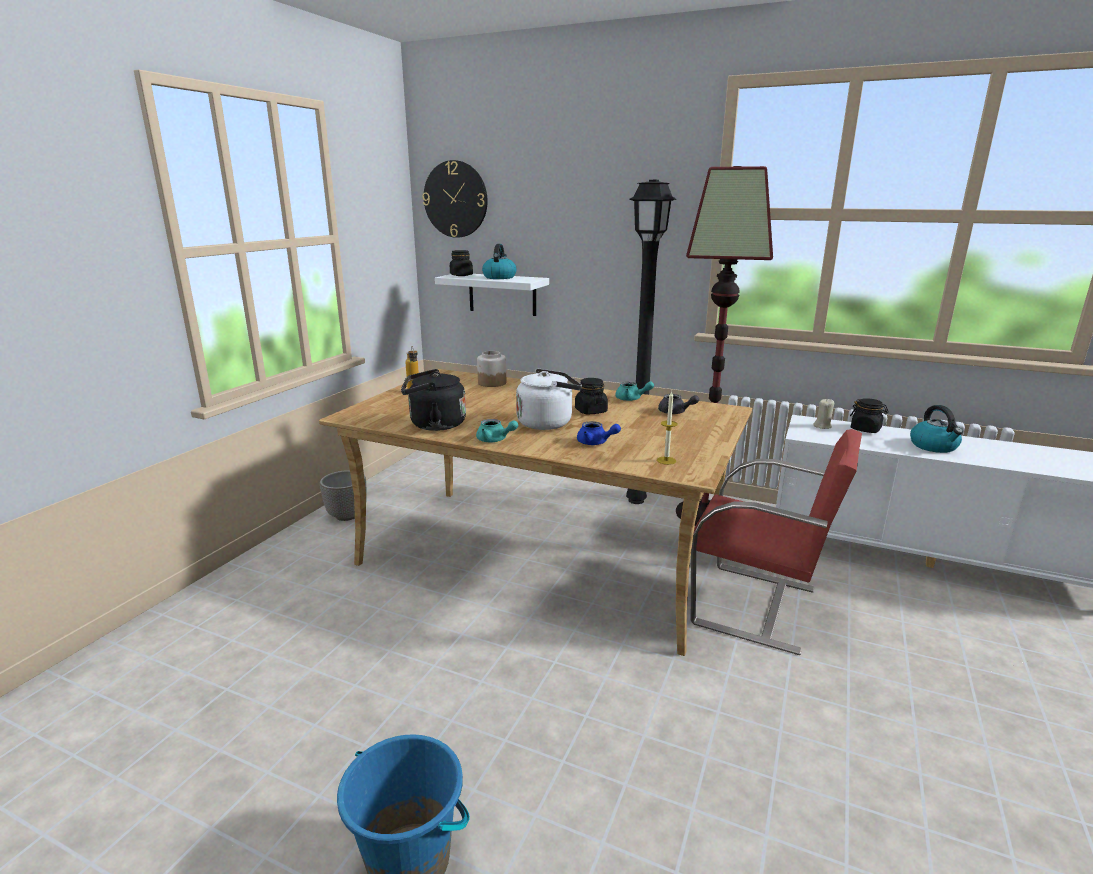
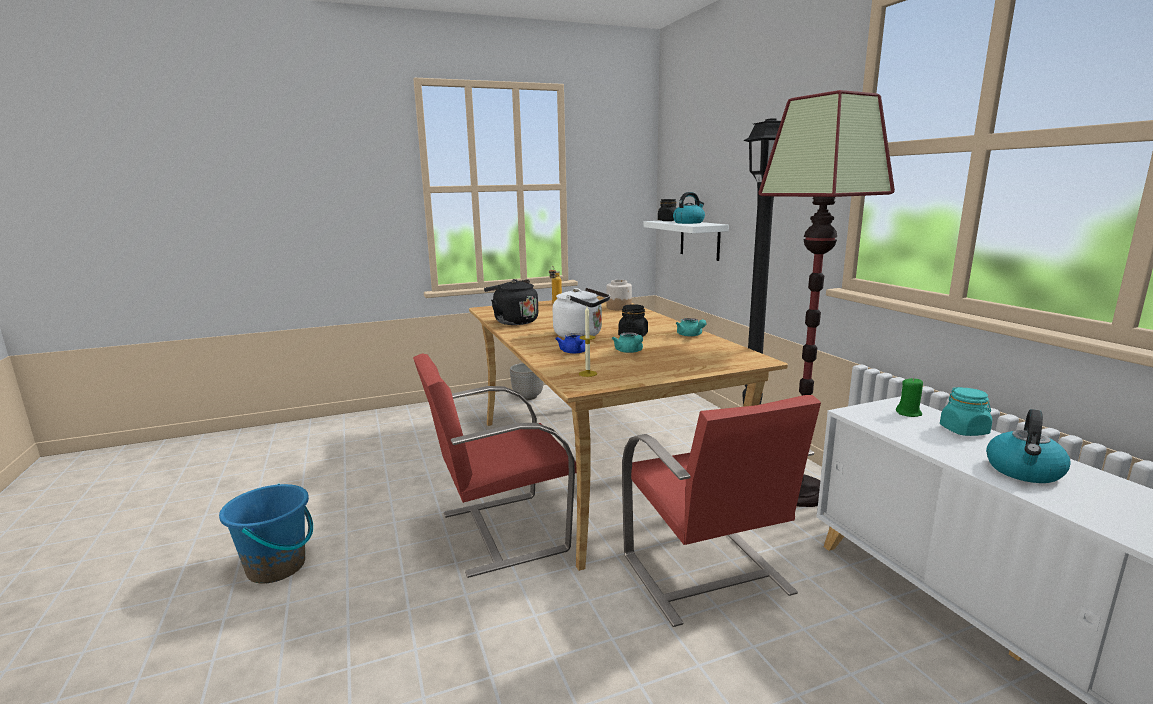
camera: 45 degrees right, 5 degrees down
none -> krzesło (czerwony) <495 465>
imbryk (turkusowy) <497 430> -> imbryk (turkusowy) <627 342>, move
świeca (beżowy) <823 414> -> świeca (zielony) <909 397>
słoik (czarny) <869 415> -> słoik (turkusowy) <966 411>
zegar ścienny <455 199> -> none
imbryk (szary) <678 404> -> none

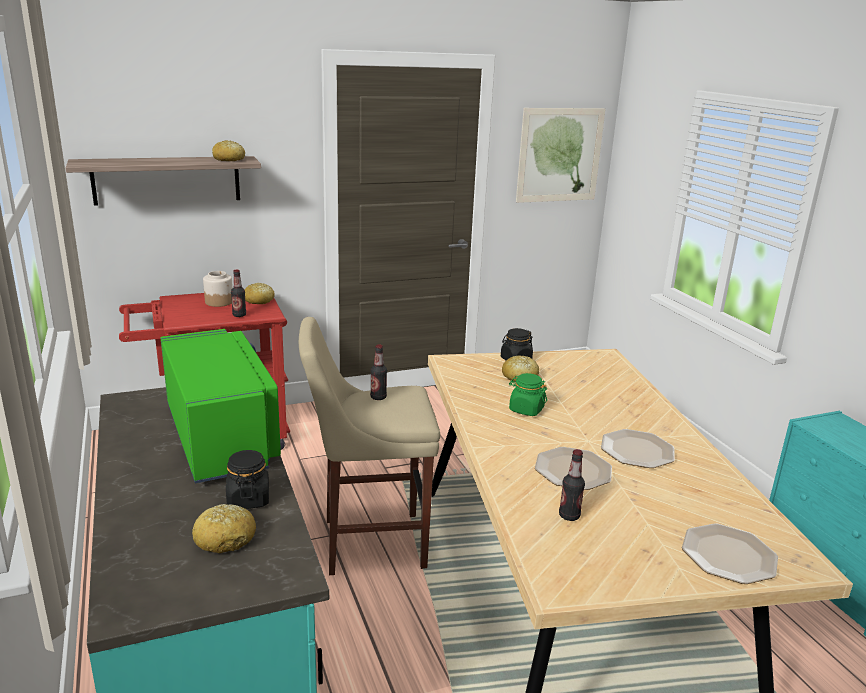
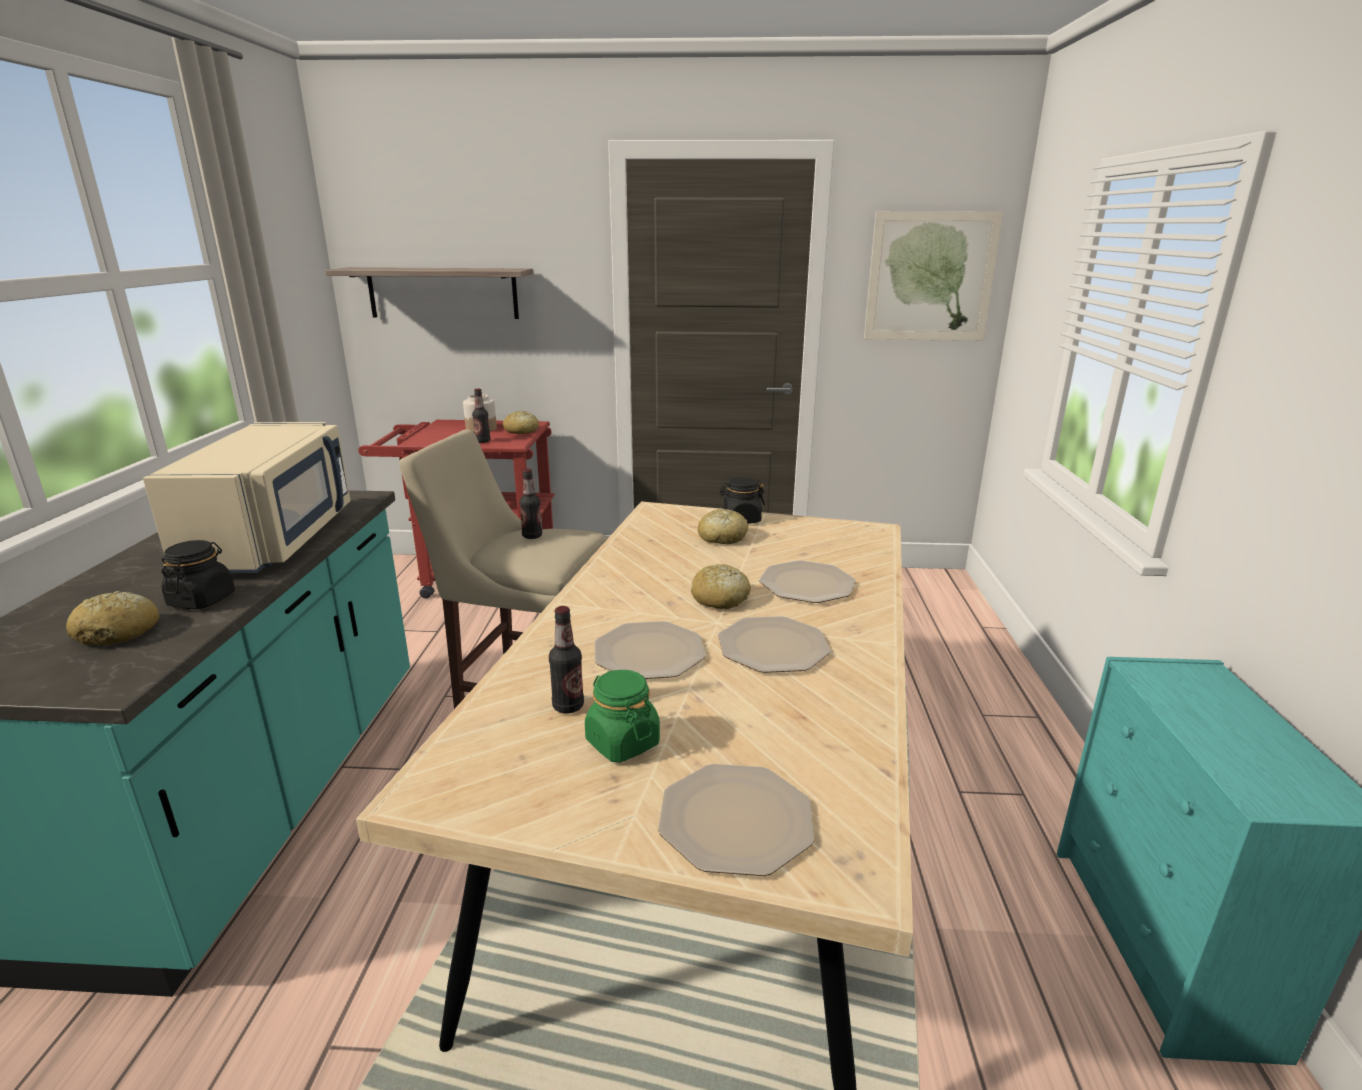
camera: 25 degrees right, 0 degrees up
mikrofalówka (zielony) <220 406> -> mikrofalówka (beżowy) <247 497>
słoik (zielony) <528 394> -> słoik (zielony) <622 716>, move
chleb <228 150> -> chleb <721 586>, move
none -> talerz <807 581>

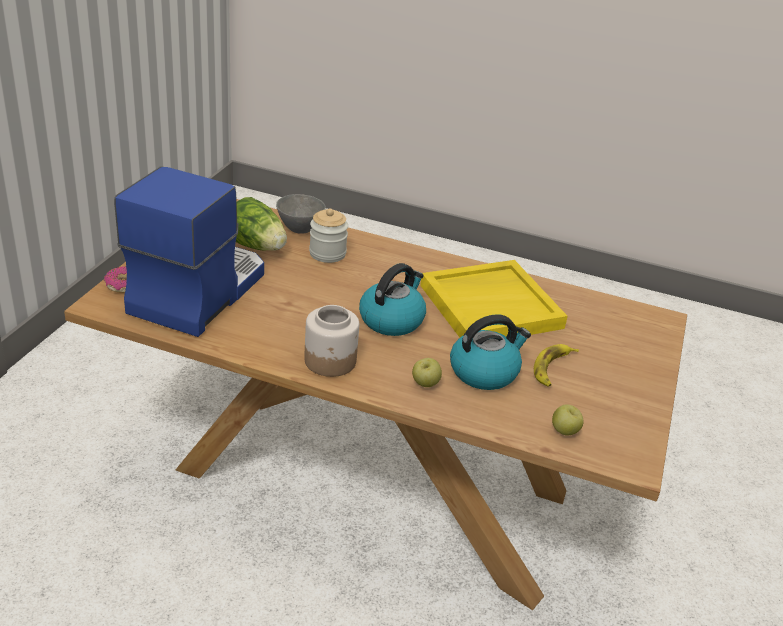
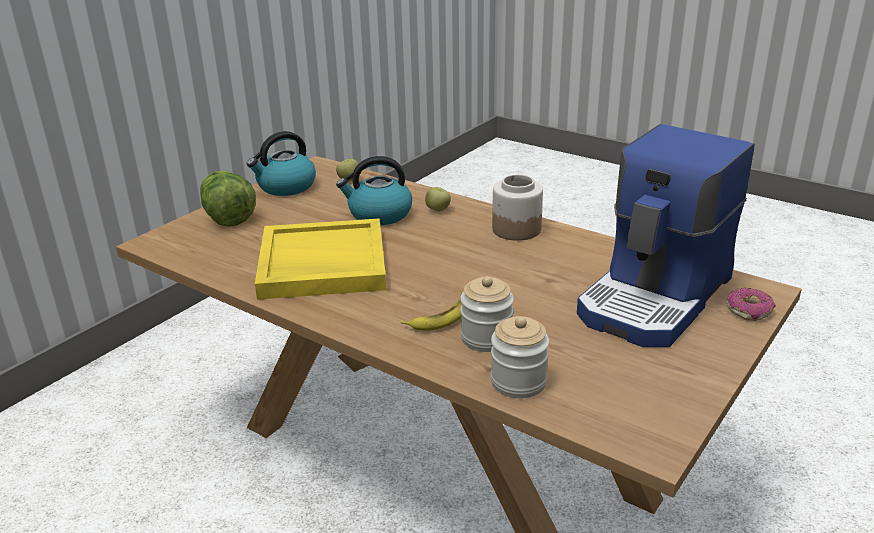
camera: 160 degrees left, 5 degrees down
sałata <261 224> -> sałata <228 199>, move
czajnik <392 299> -> czajnik <281 163>, move
banan <556 365> -> banan <432 310>, move
miska (szary) <301 214> -> słoik <520 357>

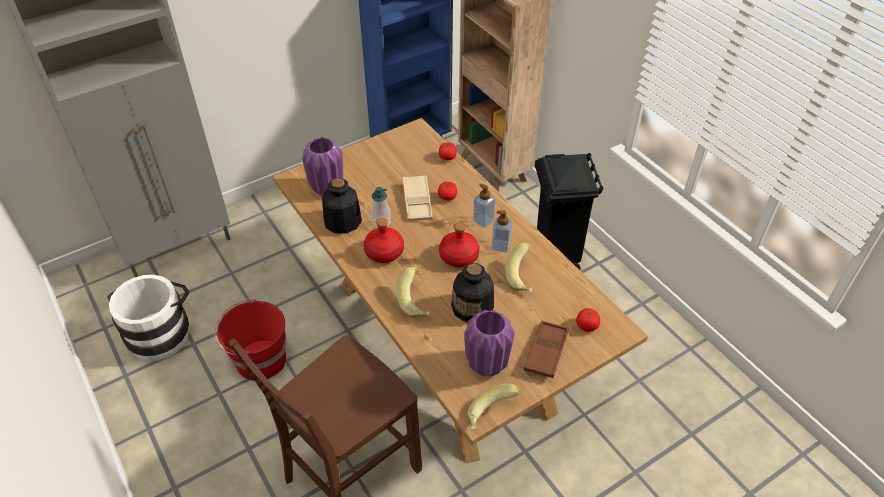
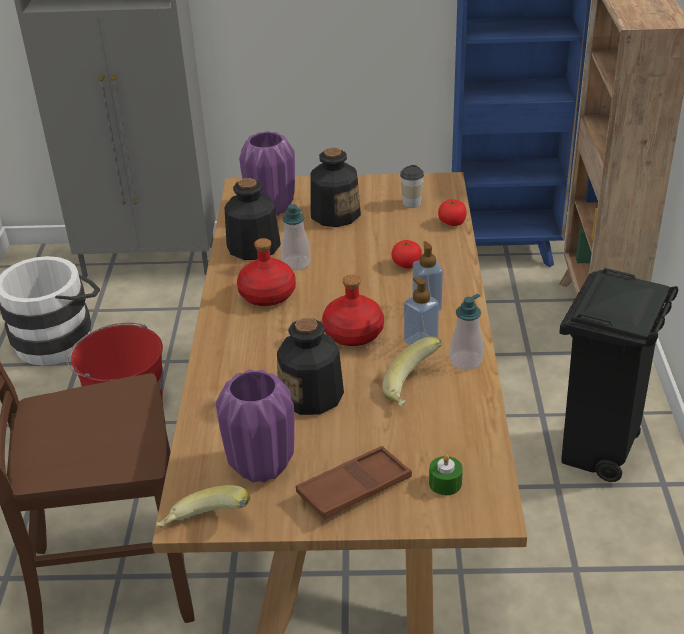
camera: 35 degrees right, 10 degrees down
none -> butelka <335 187>
none -> filiżanka <412 186>
pomidor <588 320> -> świeca (zielony) <446 474>
none -> dozownik mydła <466 332>
banan <413 291> -> none
taca (beżowy) <417 198> -> none

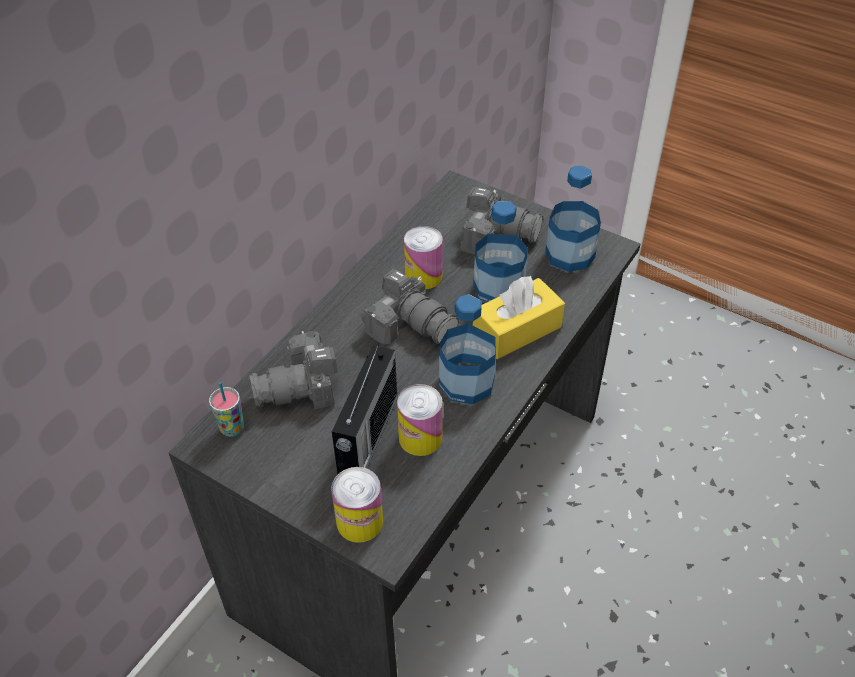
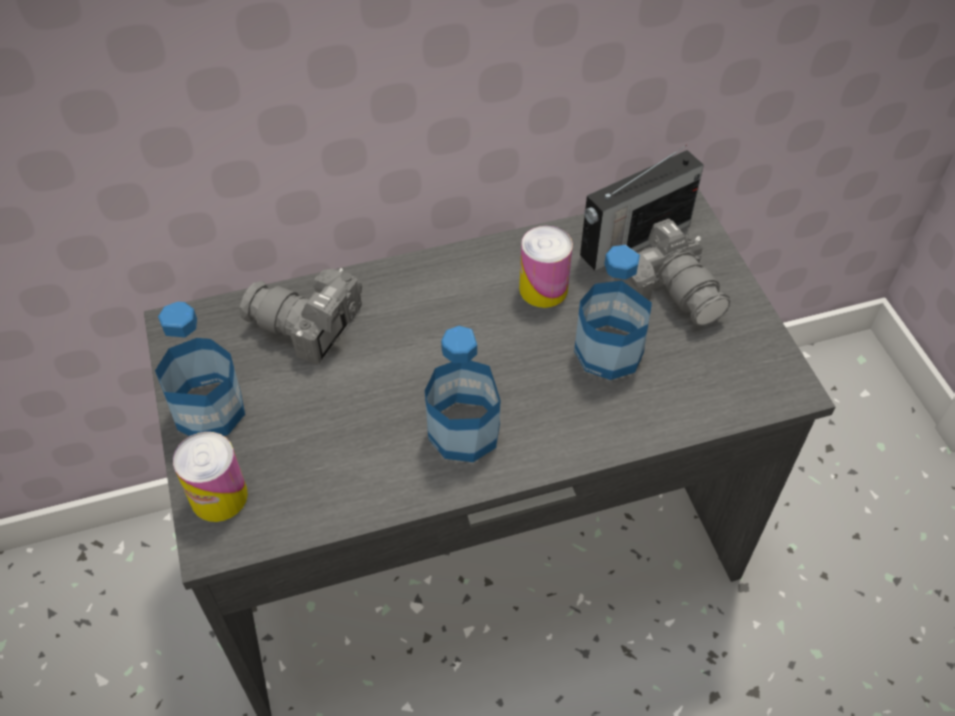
camera: 40 degrees right, 5 degrees up
butelka <573 219> -> butelka <200 369>, move
radio <364 409> -> radio <642 208>, move
filiżanka <226 409> -> none
aparat fotograficzny <410 306> -> none
puszka <420 420> -> none
pudełko chusteczek (żółty) <519 317> -> none

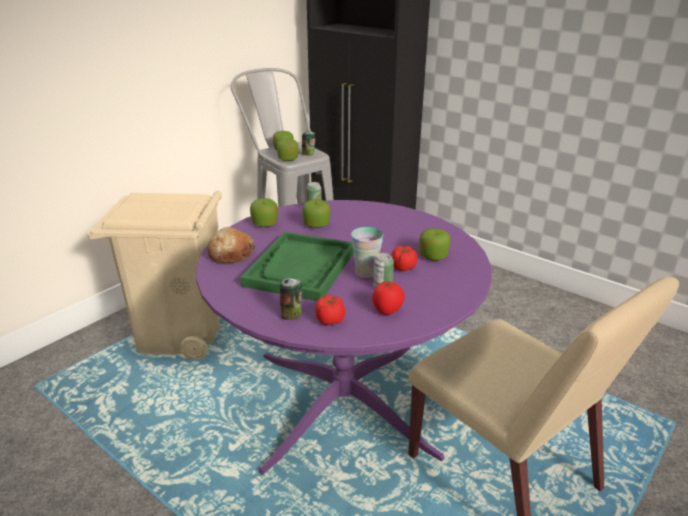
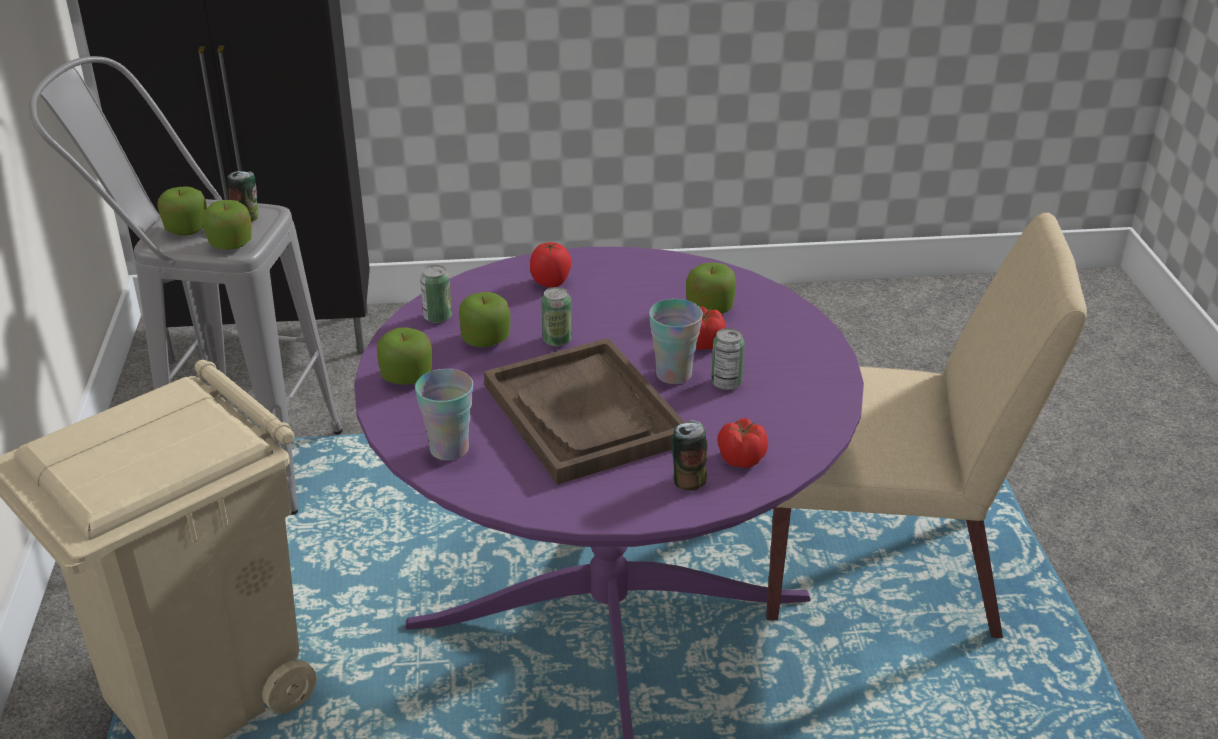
camera: 45 degrees left, 5 degrees up
chleb <231 245> -> filiżanka <444 415>
taca (zielony) <297 266> -> taca (brązowy) <584 411>
pomidor <388 298> -> pomidor <550 264>, move
none -> puszka <556 317>

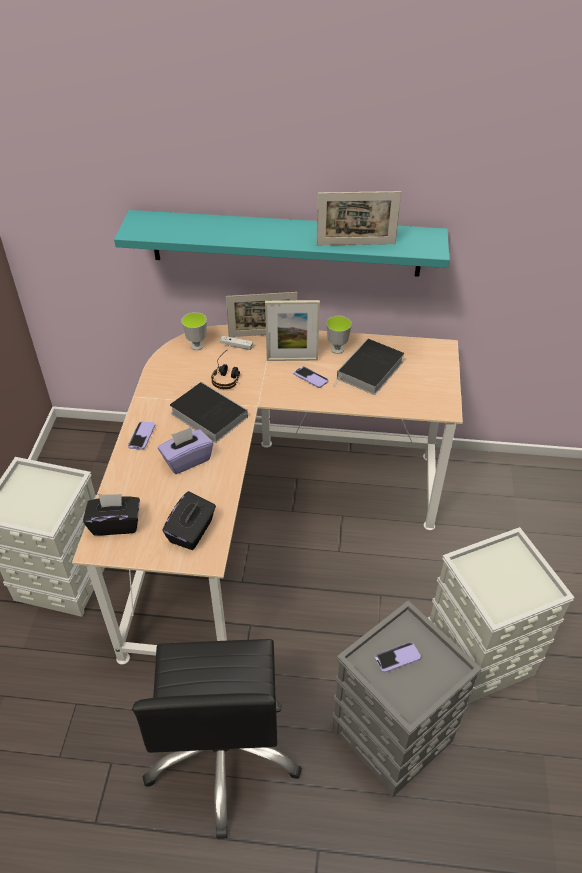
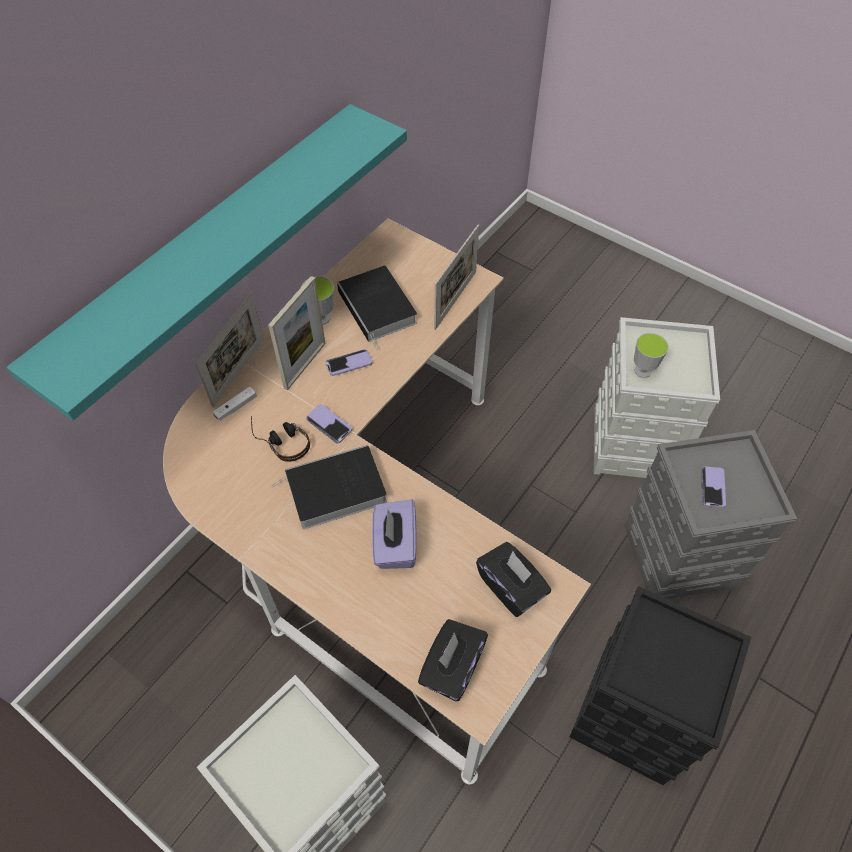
camera: 60 degrees left, 10 degrees up
telefon <141 435> -> telefon <329 423>, move
ramka na zdjęcie <358 218> -> ramka na zdjęcie <456 277>, move
krzesło biurowe (czarny) <217 739> -> pojemnik do przechowywania (czarny) <660 685>
filiżanka <194 331> -> filiżanka <651 355>, move

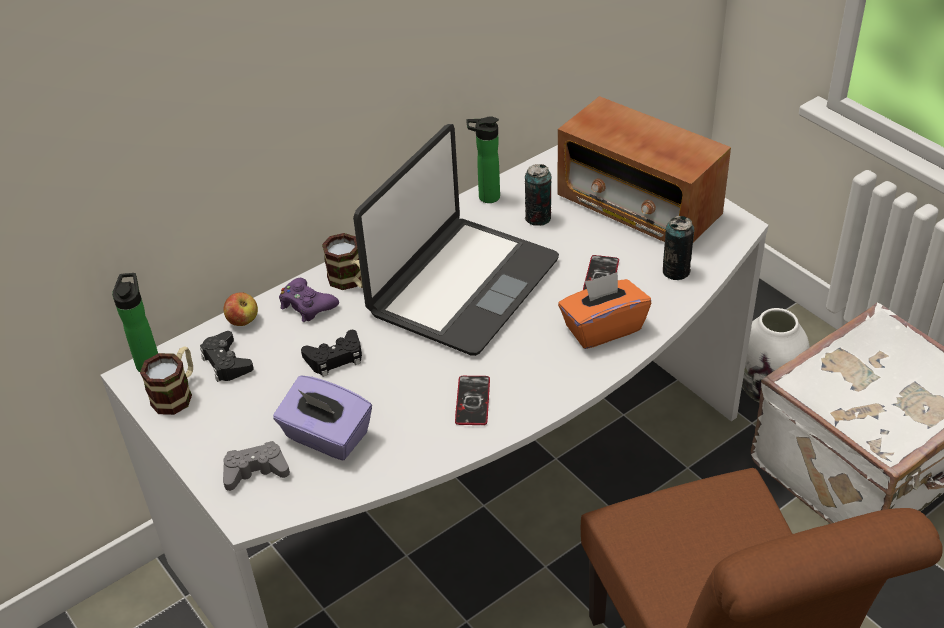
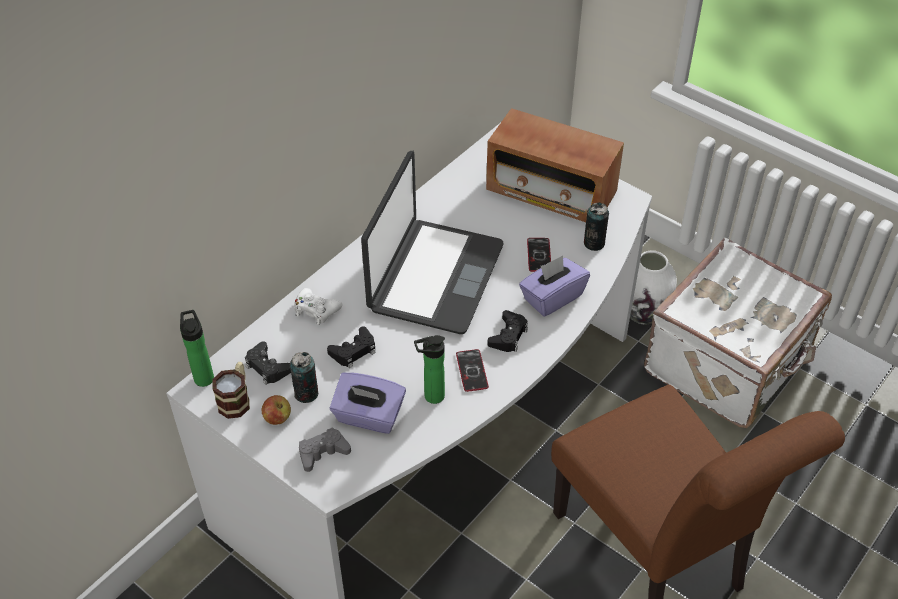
camera: 15 degrees left, 5 degrees up
jabłko <240 309> -> jabłko <276 410>, move
puszka <538 195> -> puszka <304 377>, move
pad do gier (fioletowy) <309 300> -> pad do gier (biały) <318 306>
butelka <483 159> -> butelka <429 369>, move
none -> pad do gier (czarny) <507 331>
pudełko chusteczek (pomarańczowy) <604 310> -> pudełko chusteczek (fioletowy) <554 286>
kubek <342 261> -> none

